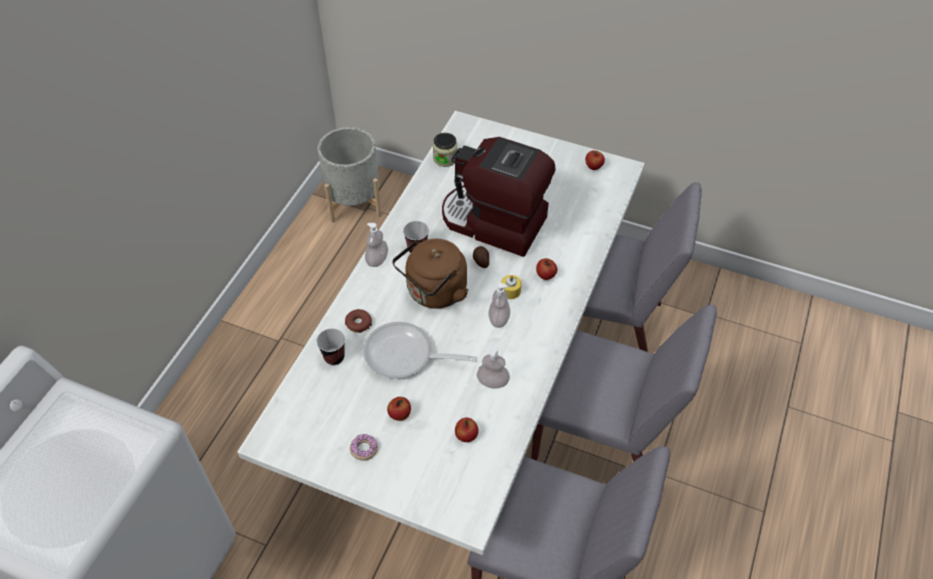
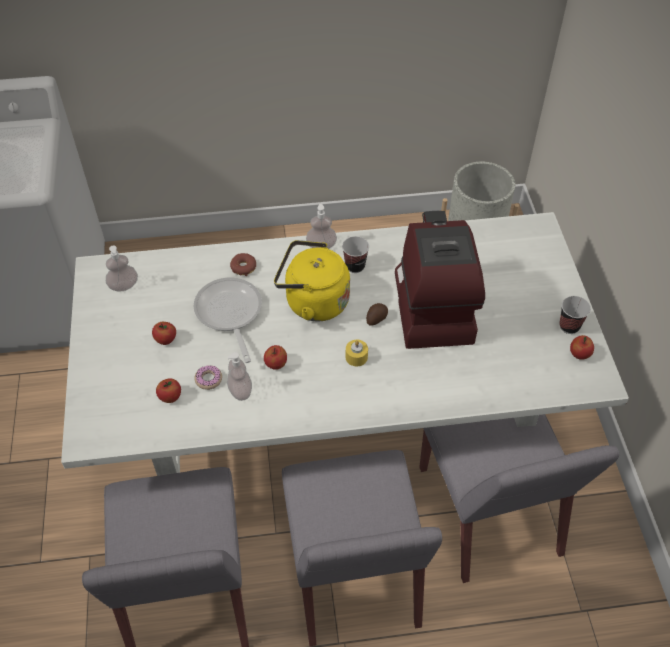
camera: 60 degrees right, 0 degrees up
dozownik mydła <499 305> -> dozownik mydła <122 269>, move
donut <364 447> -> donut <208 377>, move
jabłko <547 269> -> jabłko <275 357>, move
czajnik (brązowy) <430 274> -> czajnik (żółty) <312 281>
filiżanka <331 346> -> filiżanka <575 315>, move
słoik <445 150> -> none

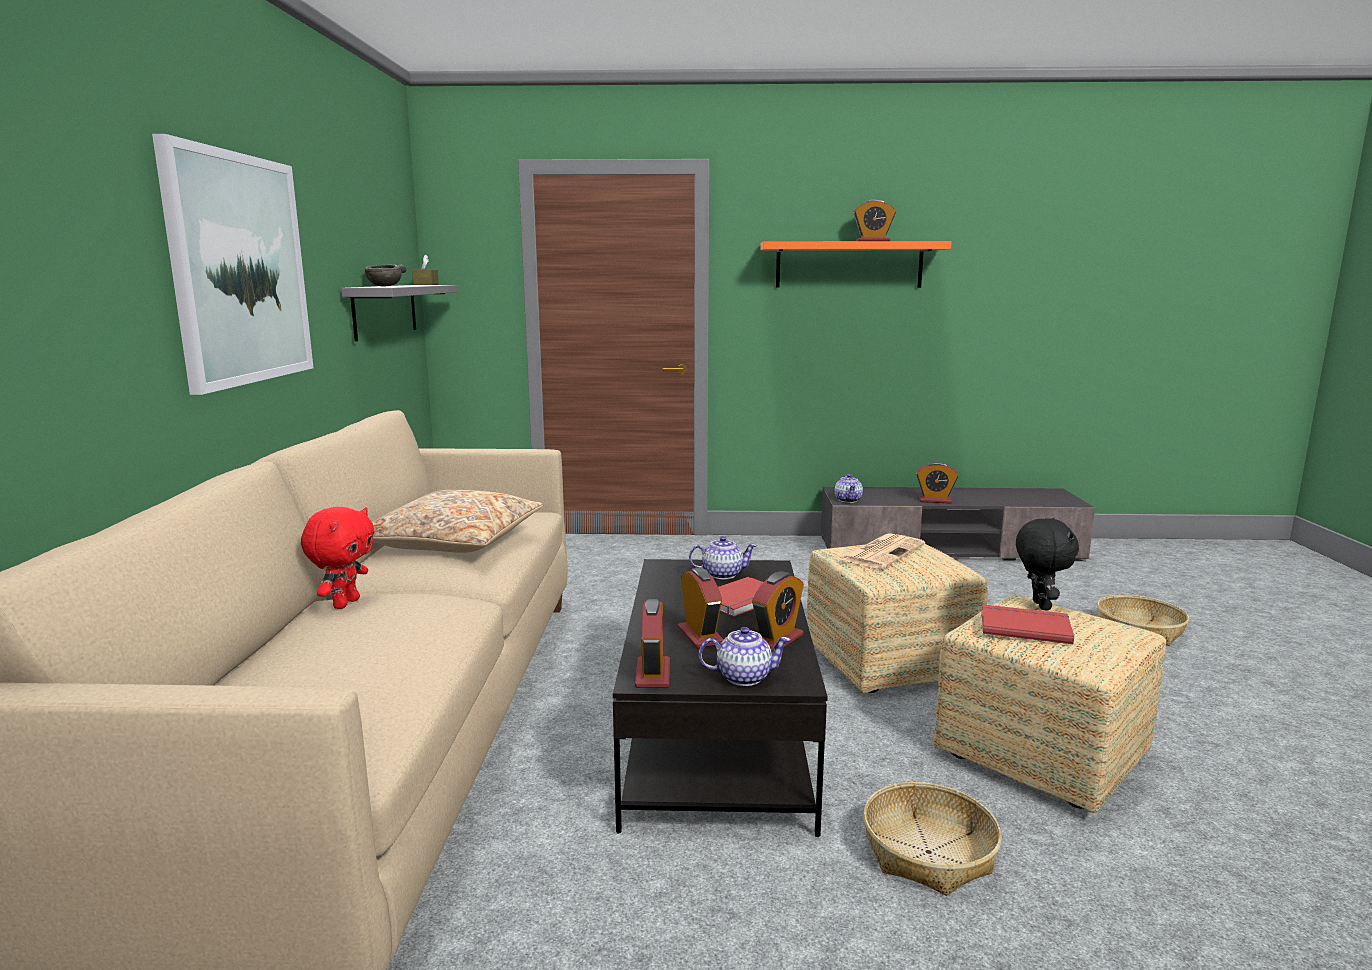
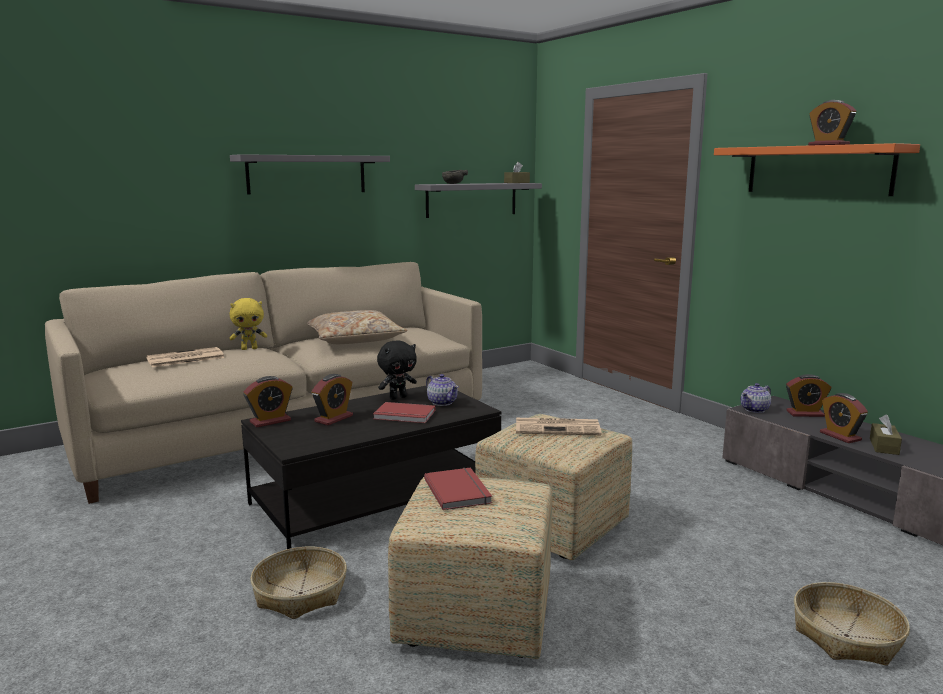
camera: 55 degrees right, 0 degrees up
none -> gazeta <185 357>
obraz <232 264> -> półka (szary) <310 174>
pluszak (czerwony) <338 558> -> pluszak (żółty) <248 324>
pluszak (czarny) <1047 564> -> pluszak (czarny) <397 370>, move
budzik <778 610> -> budzik <808 395>, move
none -> pudełko chusteczek (brązowy) <886 435>
imbryk <745 656> -> none

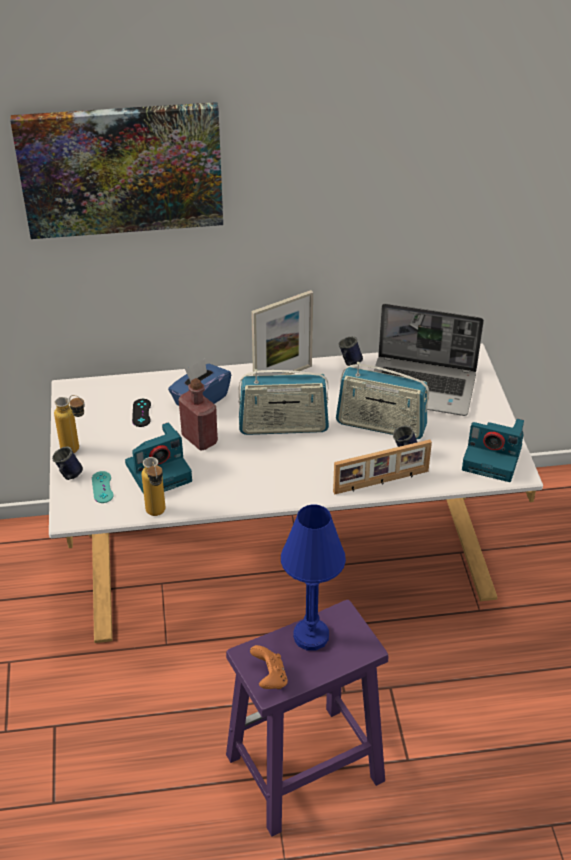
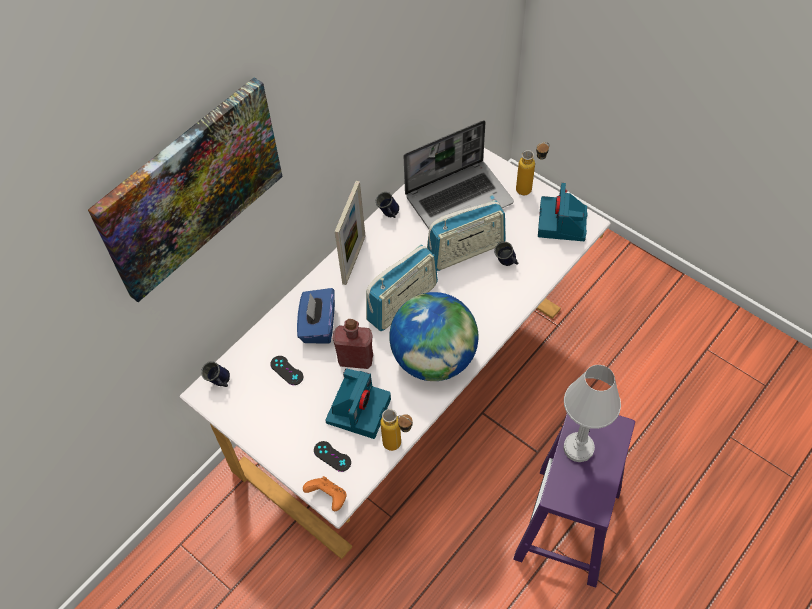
camera: 40 degrees left, 15 degrees up
kubek (niebieski) <67 463> -> kubek (niebieski) <215 374>, move
pad do gier (pomarańczowy) <269 667> -> pad do gier (pomarańczowy) <325 493>, move
pad do gier (turkusowy) <103 487> -> pad do gier (czarny) <332 456>
none -> globus <434 336>
butelka <69 424> -> butelka <532 168>, move
aparat fotograficzny <493 450> -> aparat fotograficzny <563 212>, 120 degrees clockwise
lampa stołowa (niebieski) <313 577> -> lampa stołowa (biały) <592 413>
ramka na zdjęcie <382 467> -> none

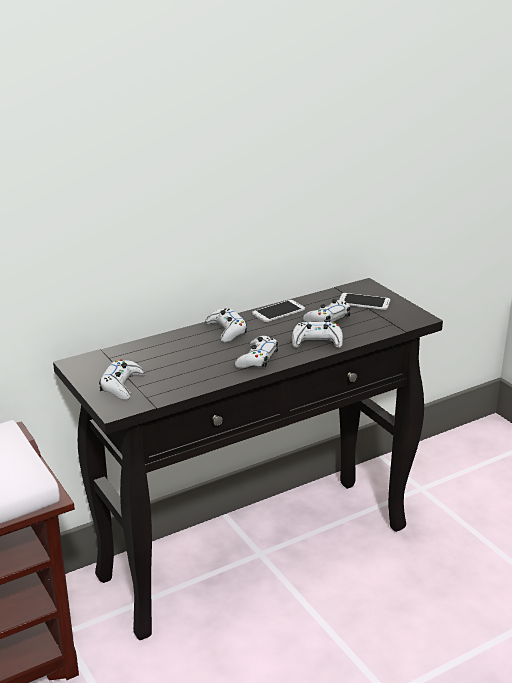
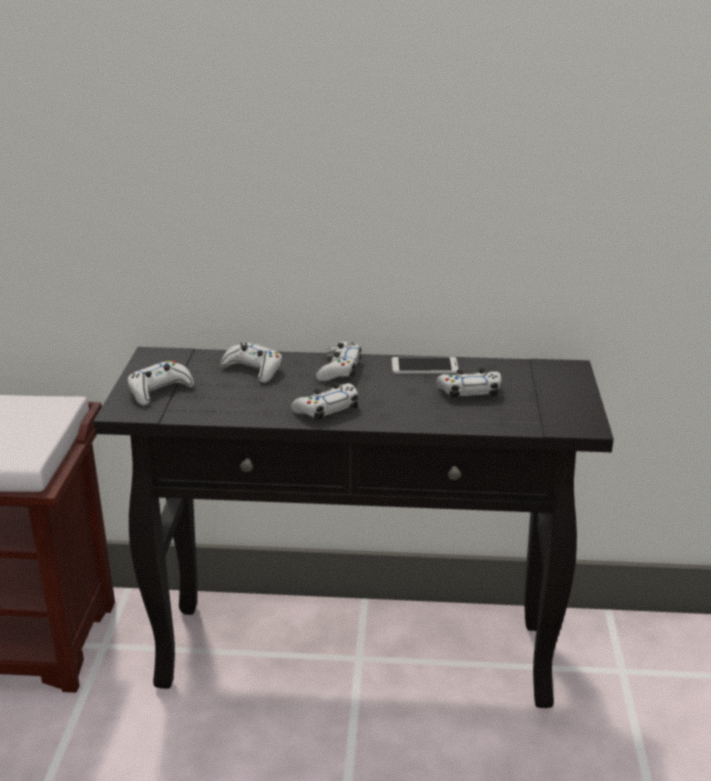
camera: 35 degrees right, 0 degrees up
pad do gier (biały) <317 335> -> pad do gier (biały) <251 362>, move
telefon <365 301> -> none

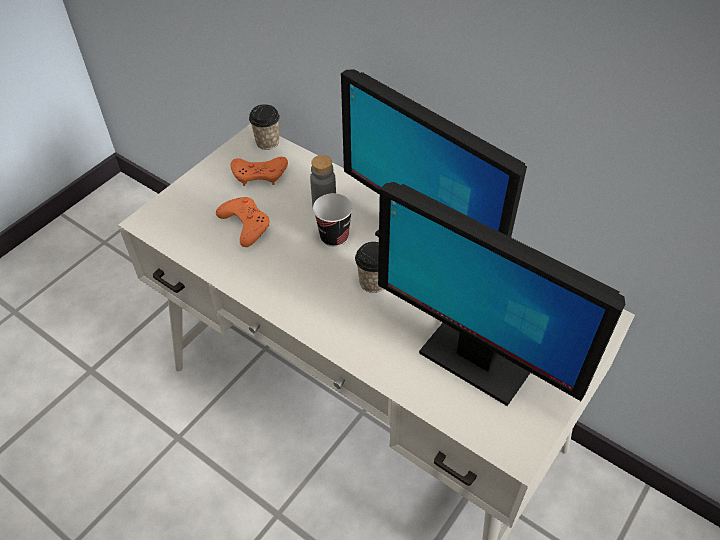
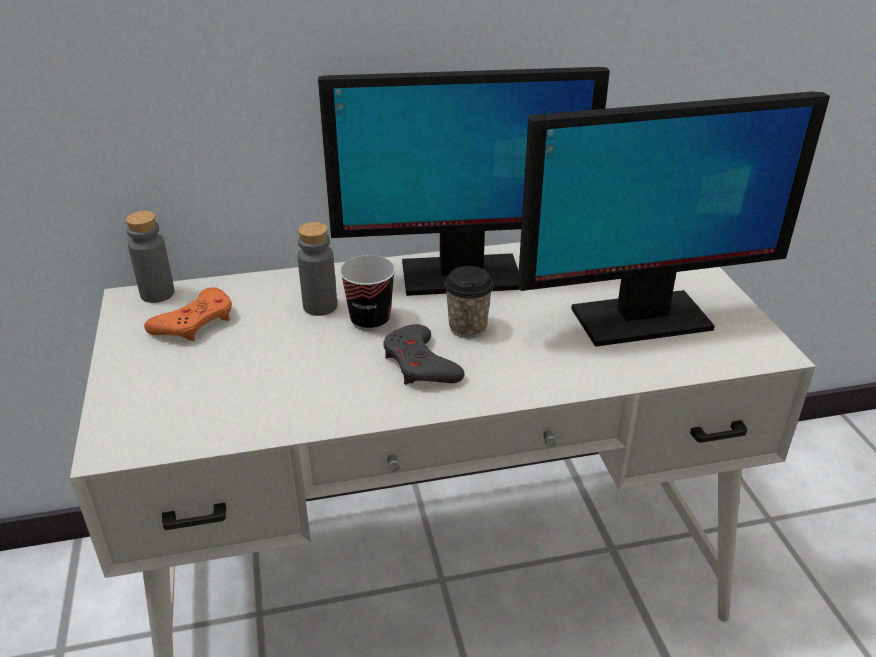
camera: 50 degrees left, 15 degrees down
filiżanka <264 127> -> butelka (szary) <150 257>
none -> pad do gier (szary) <424 354>
pad do gier (pomarańczowy) <243 222> -> none

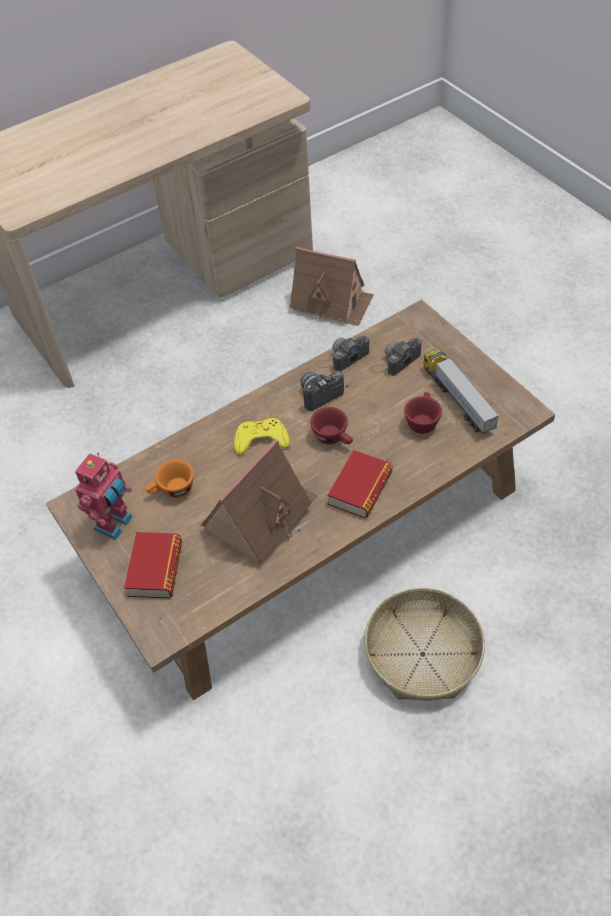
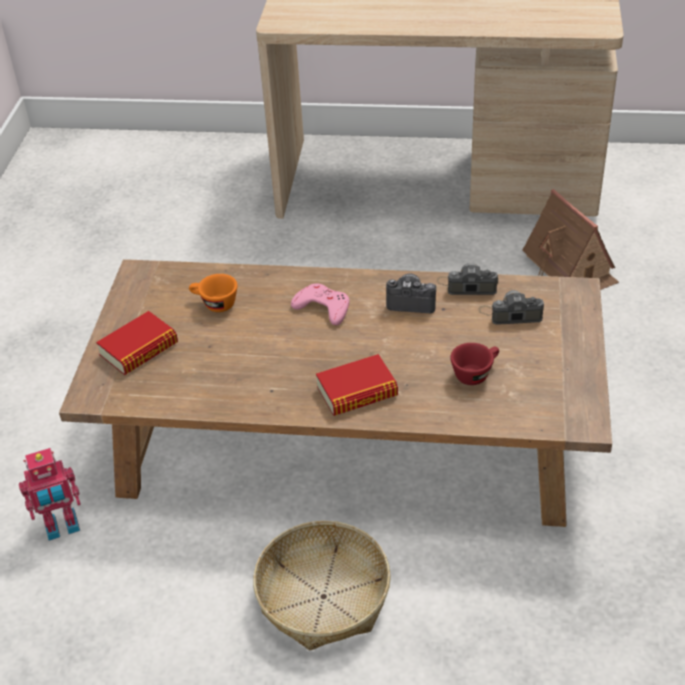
camera: 40 degrees right, 10 degrees down
robot zabawkowy <104 496> -> robot zabawkowy <50 494>, move
pad do gier (żółty) <262 436> -> pad do gier (różowy) <320 304>
domek <259 501> -> none
filiżanka (czerwony) <331 425> -> none
ciężarówka zabawkowa <461 392> -> none

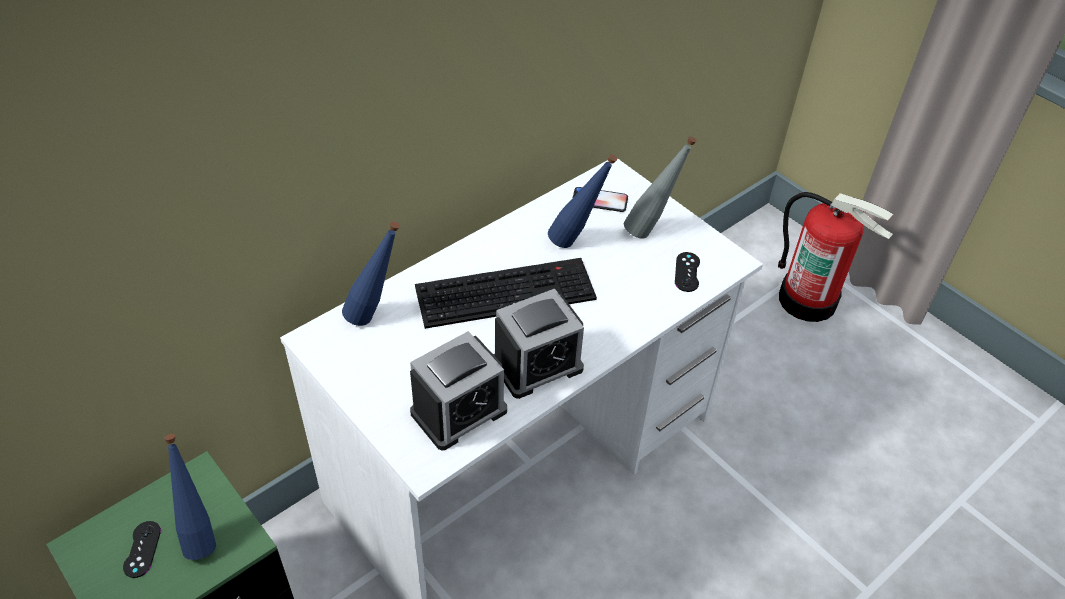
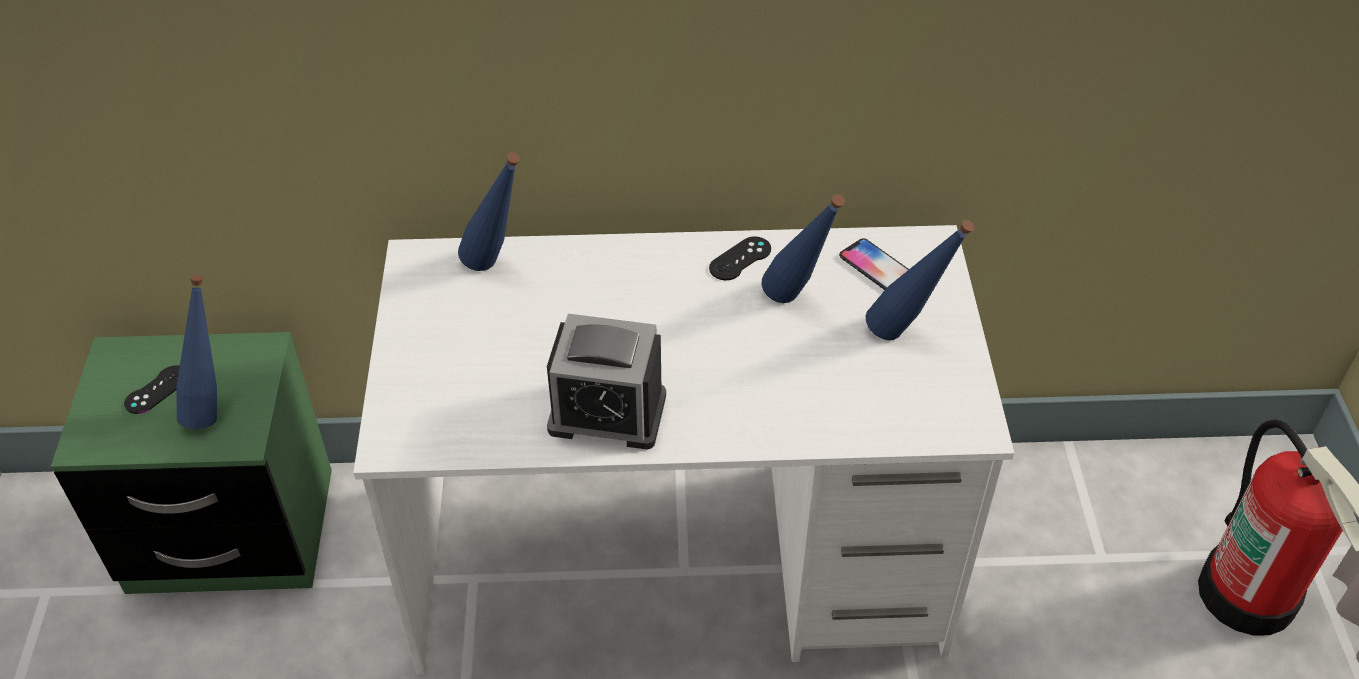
camera: 40 degrees right, 0 degrees up
pad do gier (czarny) <687 272> -> pad do gier (czarny) <740 258>, move
butelka (szary) <660 187> -> butelka (niebieski) <920 280>
budzik <458 390> -> none
klawiatura <506 293> -> none

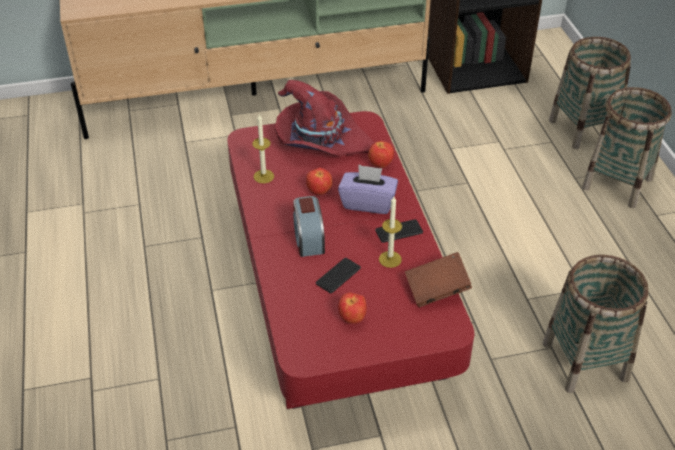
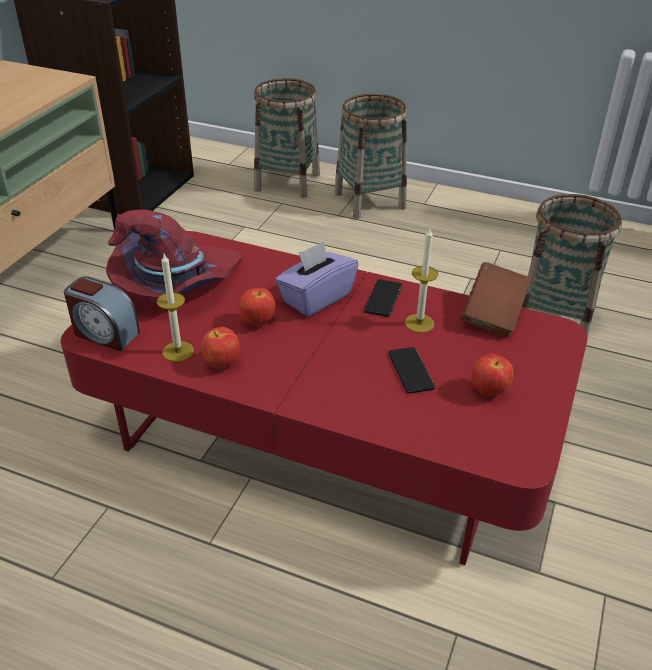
camera: 55 degrees left, 5 degrees down
budzik <309 226> -> budzik <102 313>, move
jabłko <381 154> -> jabłko <220 348>, move

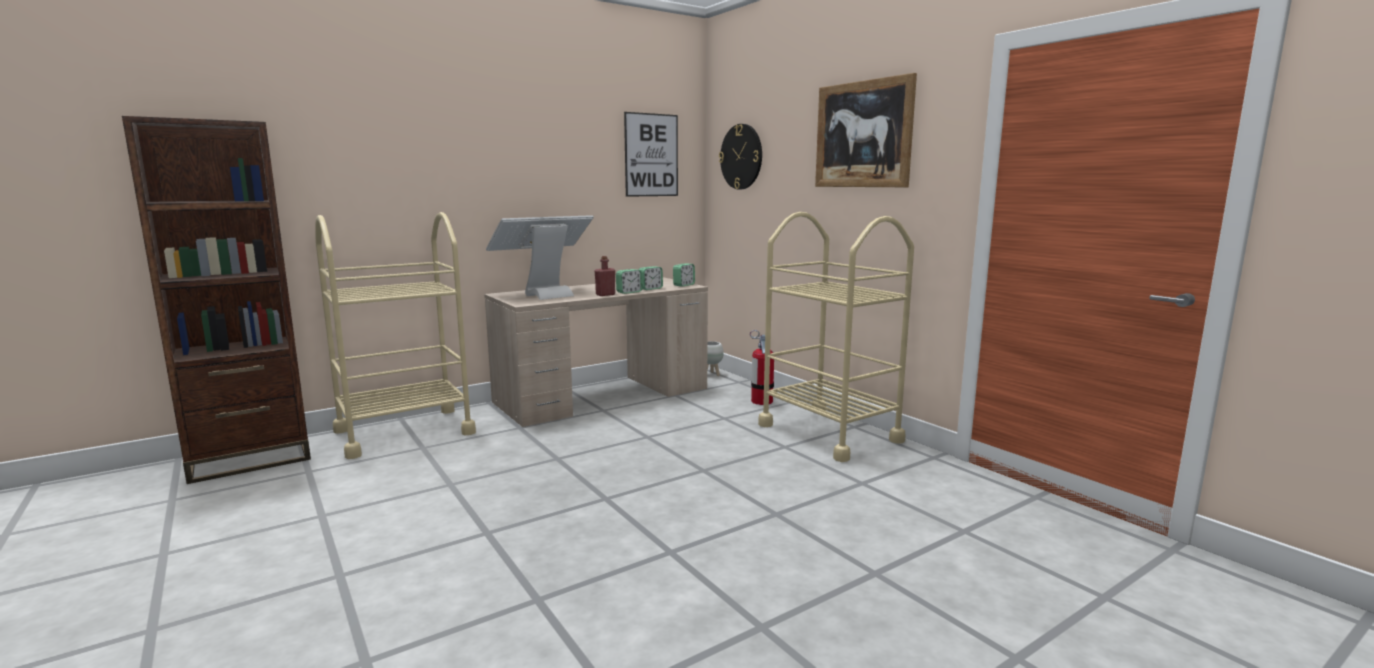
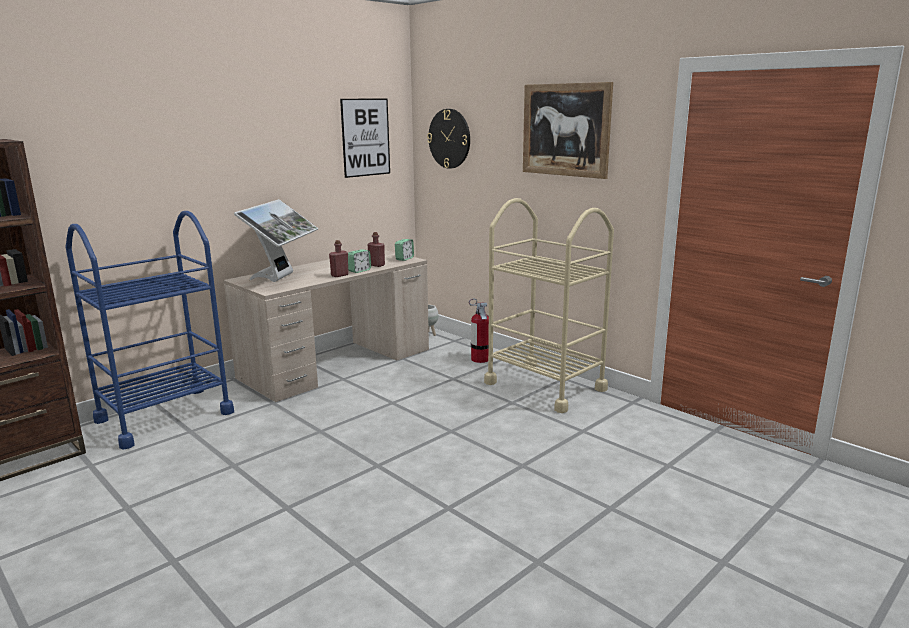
camera: 10 degrees left, 5 degrees up
wózek (beżowy) <395 335> -> wózek (niebieski) <150 330>
monitor <540 257> -> monitor <276 240>, 150 degrees clockwise
budzik <650 278> -> butelka (czerwony) <376 249>

